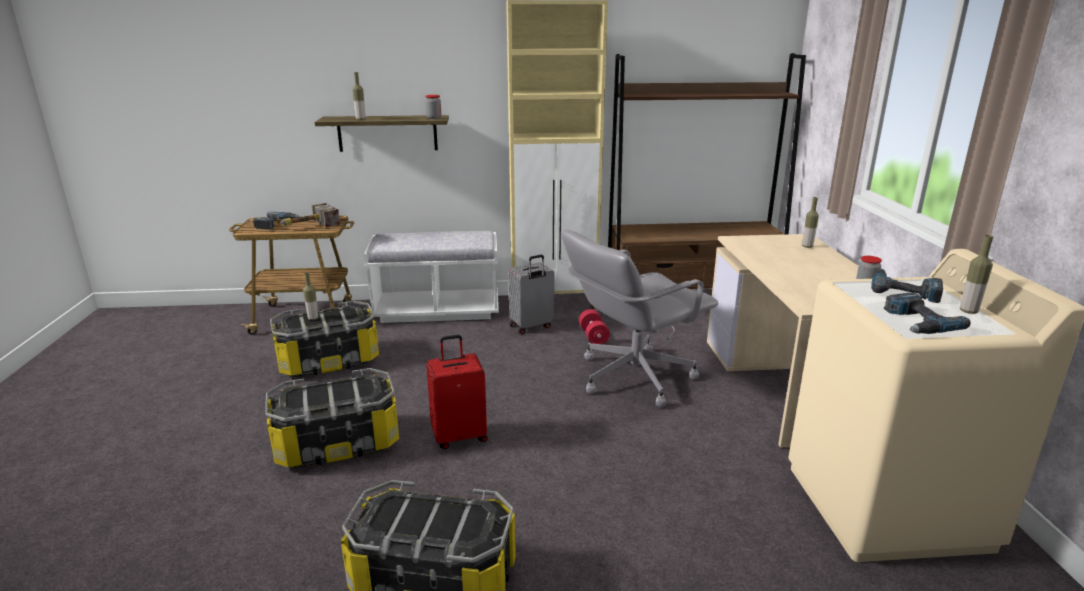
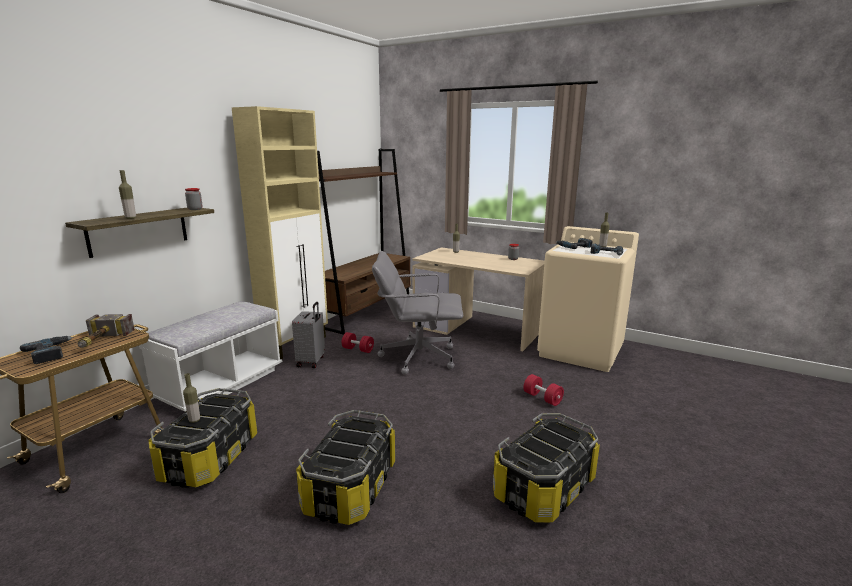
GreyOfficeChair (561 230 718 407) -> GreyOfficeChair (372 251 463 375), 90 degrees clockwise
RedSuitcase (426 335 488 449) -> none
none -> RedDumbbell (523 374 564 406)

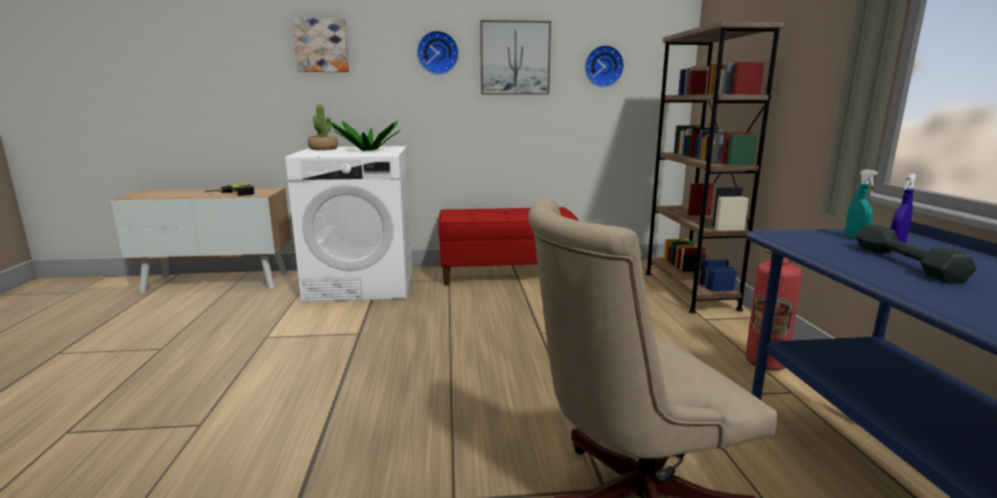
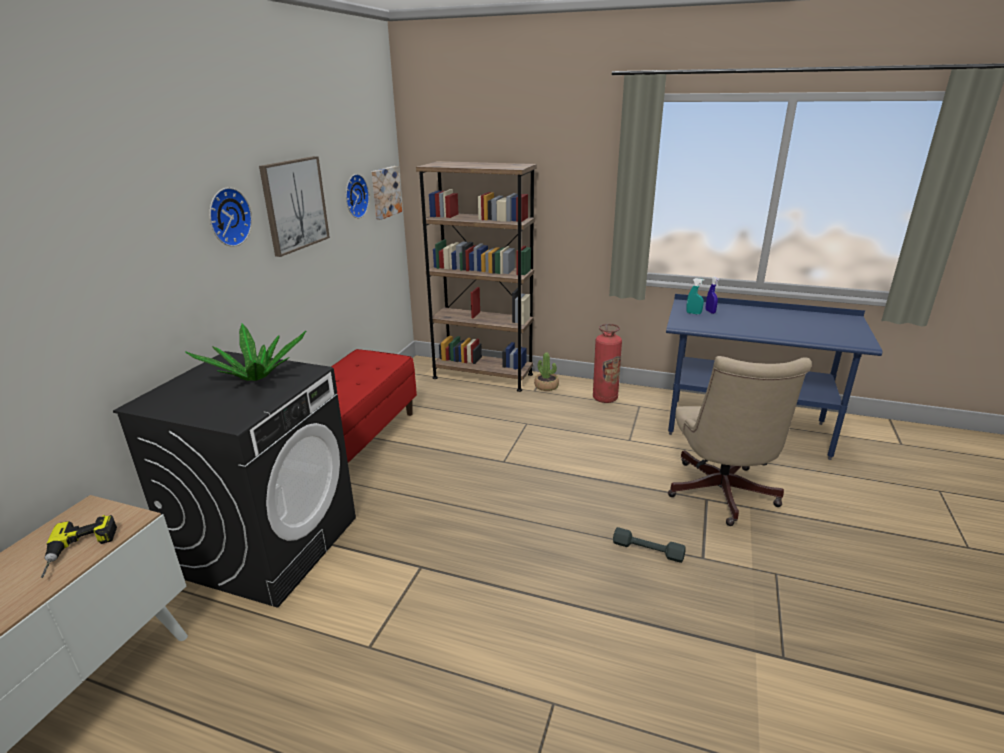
Picture (292 18 349 72) -> Picture (371 166 402 220), move
PottedPlant (308 105 338 150) -> PottedPlant (534 353 559 391), move
WhiteWashingMachine (285 146 412 302) -> BlackWashingMachine (113 351 356 608)
GreyDumbbell (856 225 977 283) -> GreyDumbbell (613 527 686 563), move

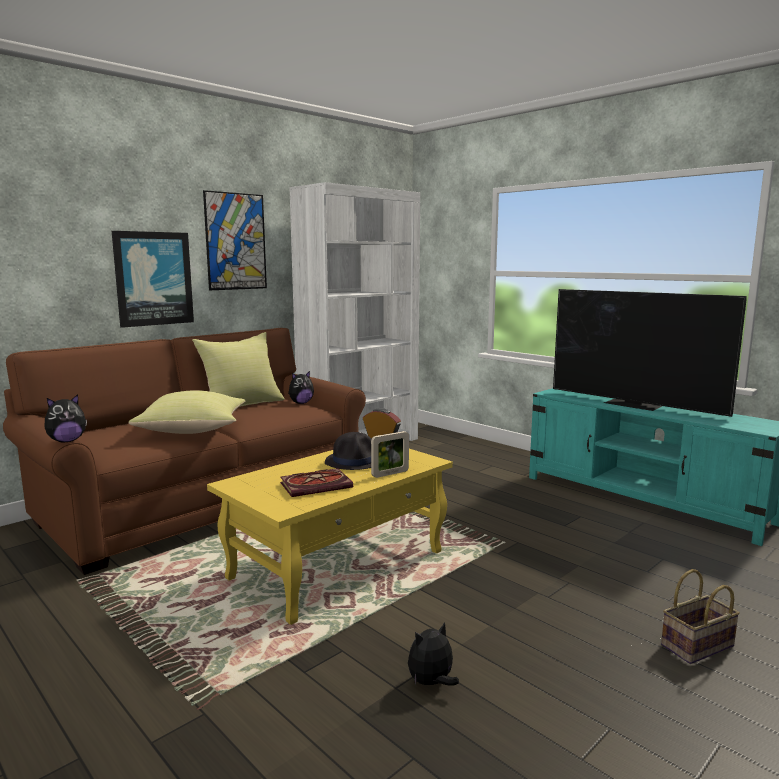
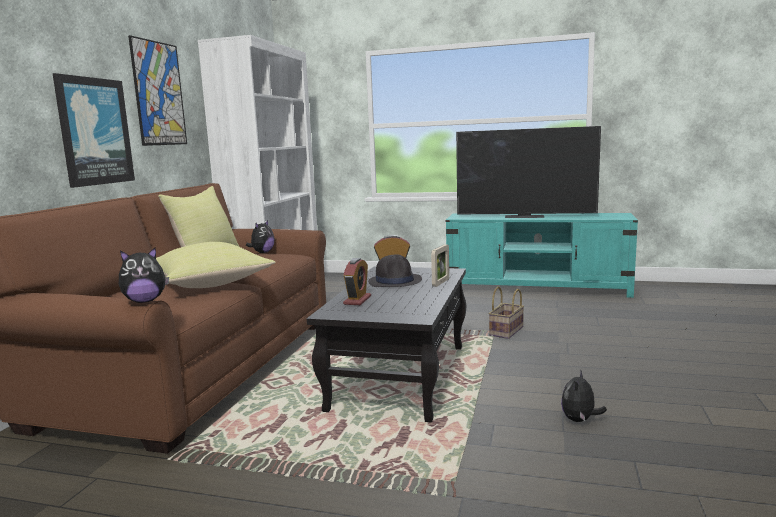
PlushToy (44 395 87 442) -> PlushToy (119 248 169 303), 45 degrees clockwise
YellowCoffeeTable (207 449 453 625) -> BlackCoffeeTable (307 266 466 422)
Book (280 468 353 497) -> none
Basket (661 569 740 664) -> Basket (488 286 524 339), move
none -> AlarmClock (343 258 371 305)

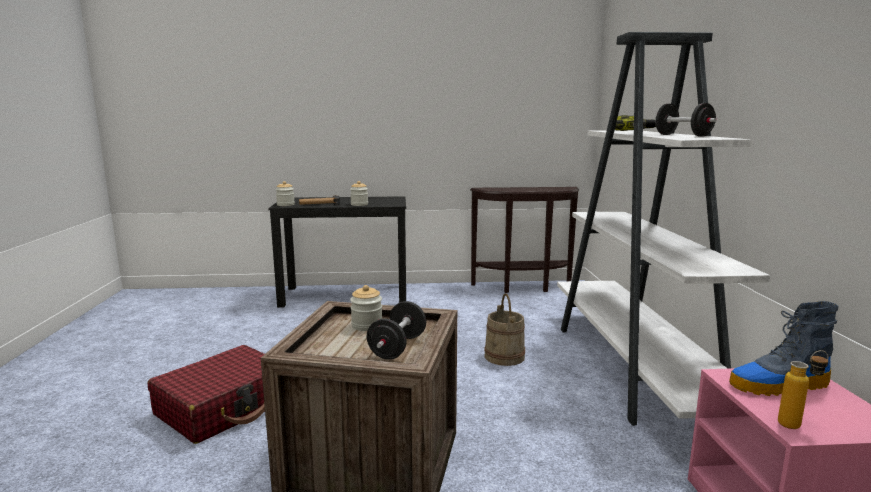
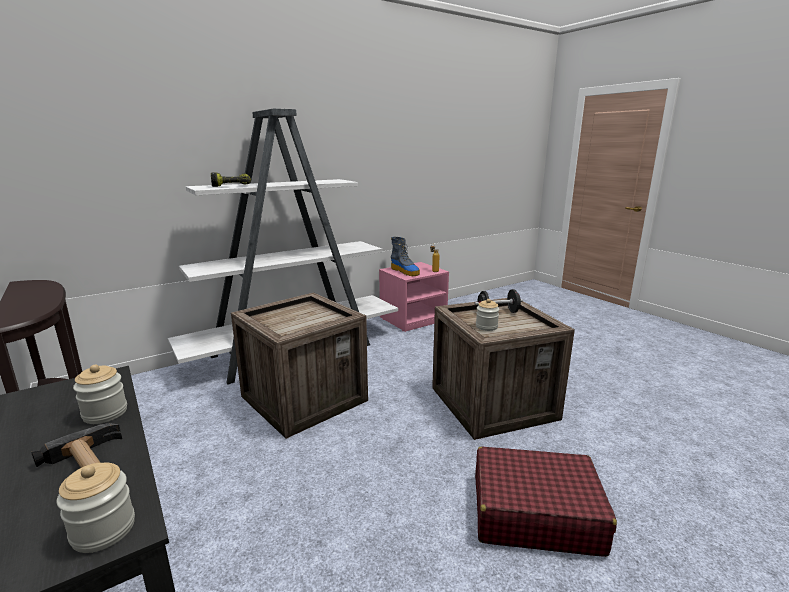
BlackDumbbell (655 103 717 137) -> none
BeigeBucket (484 293 525 366) -> Crate (231 292 368 439)

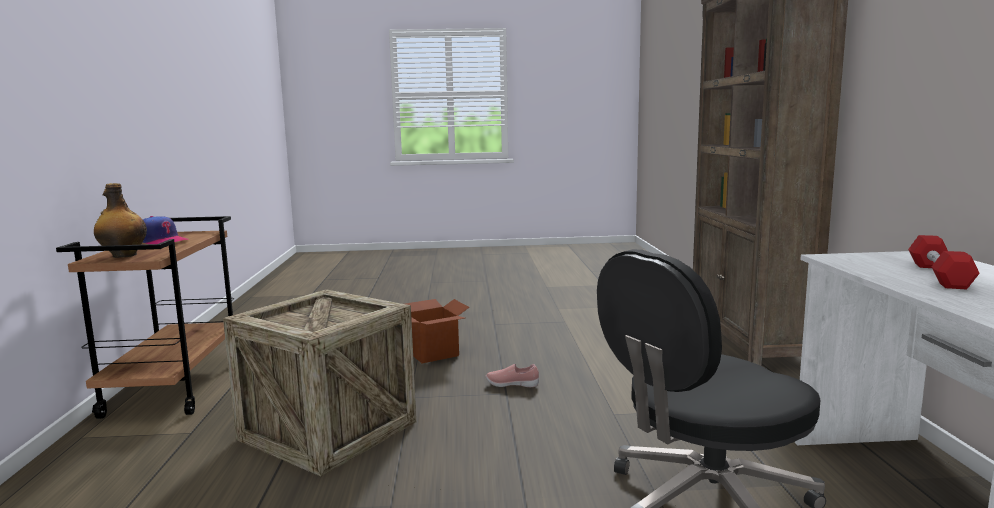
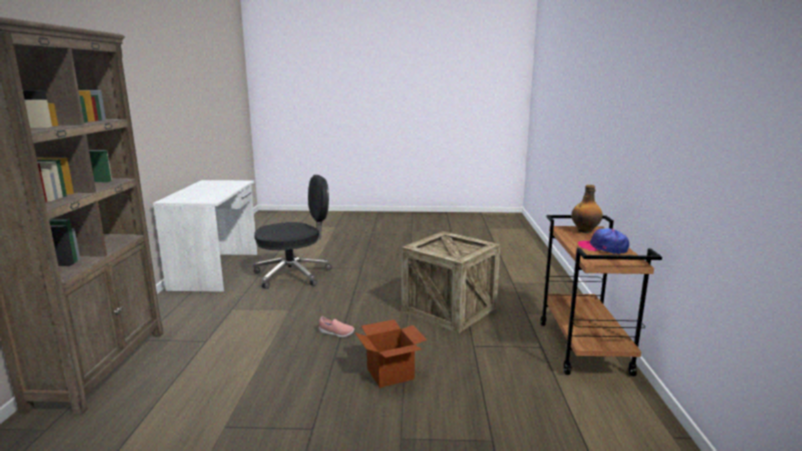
RedDumbbell (908 235 980 289) -> none

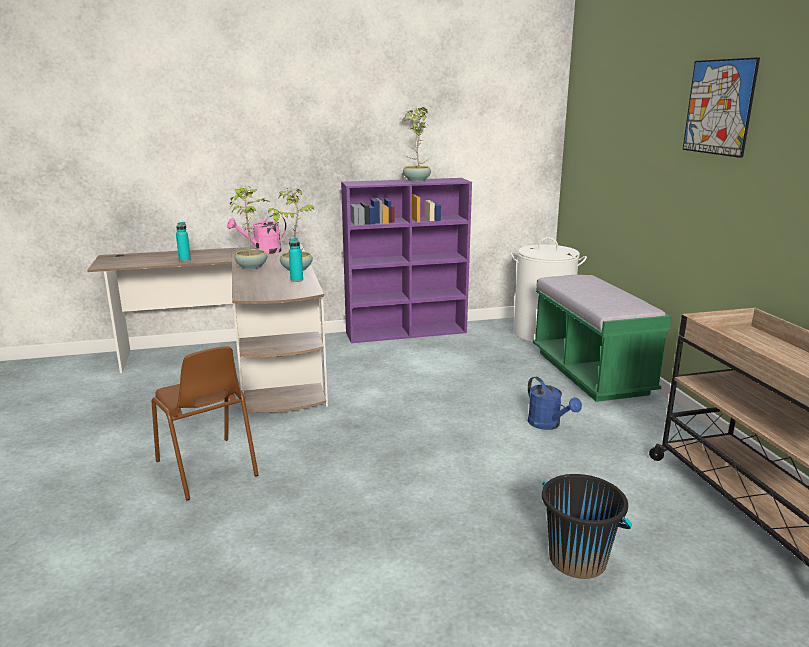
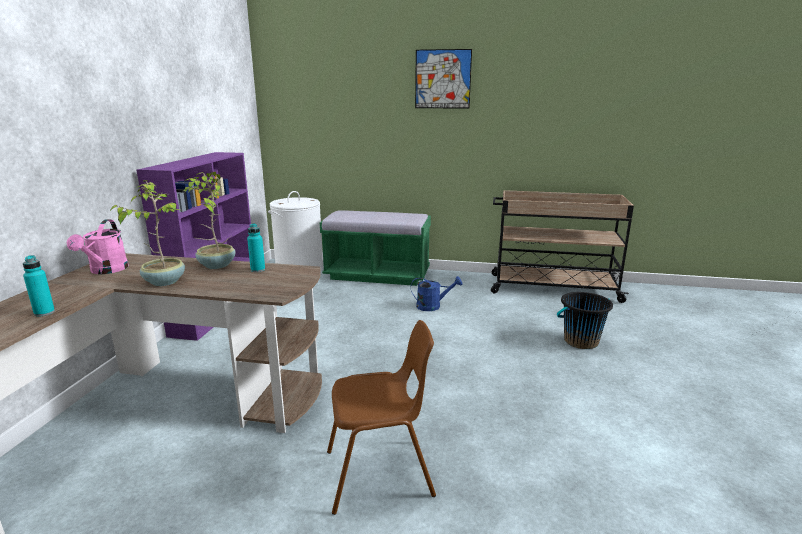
PottedPlant (402 107 431 182) -> none

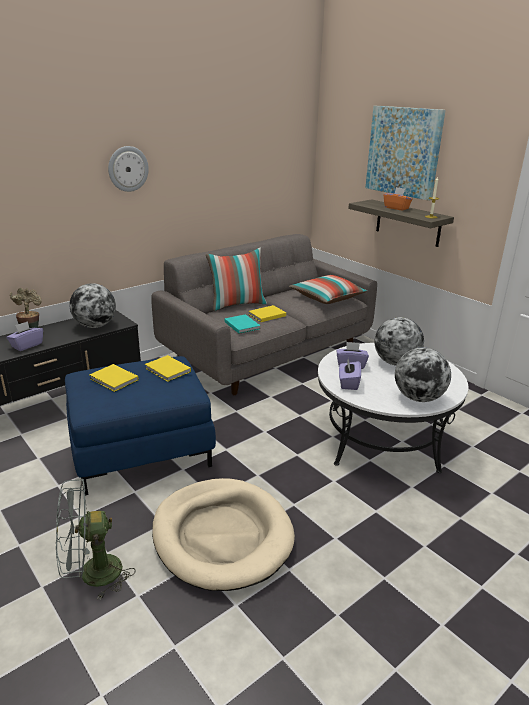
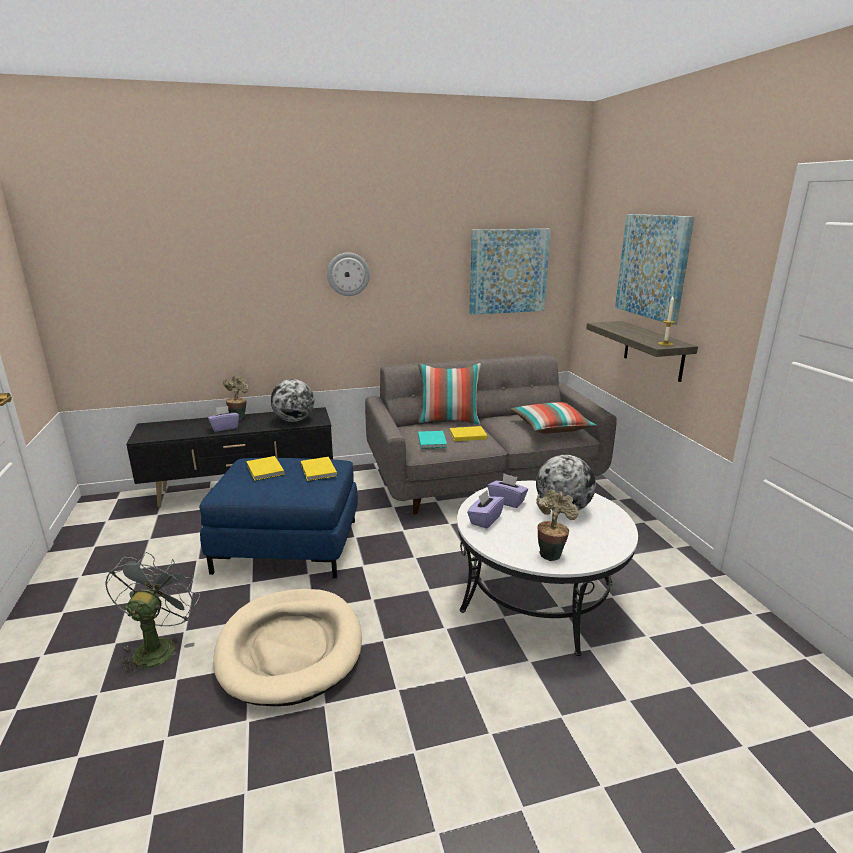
OrangeTissueBox (384 187 413 210) -> none
Globe (395 348 451 402) -> PottedPlant (537 489 579 561)
GreyFan (56 479 136 599) -> GreyFan (105 552 200 677), 90 degrees clockwise
none -> Picture (469 229 551 315)

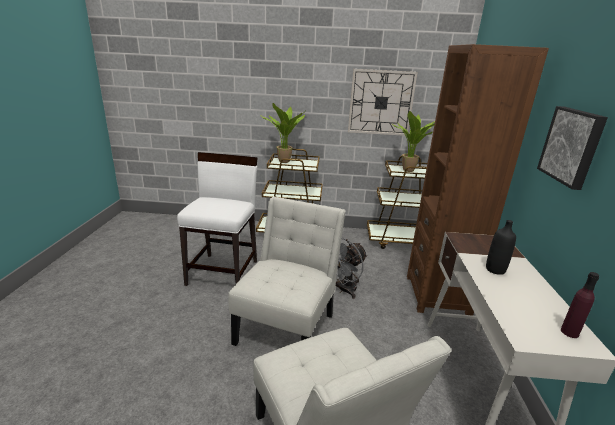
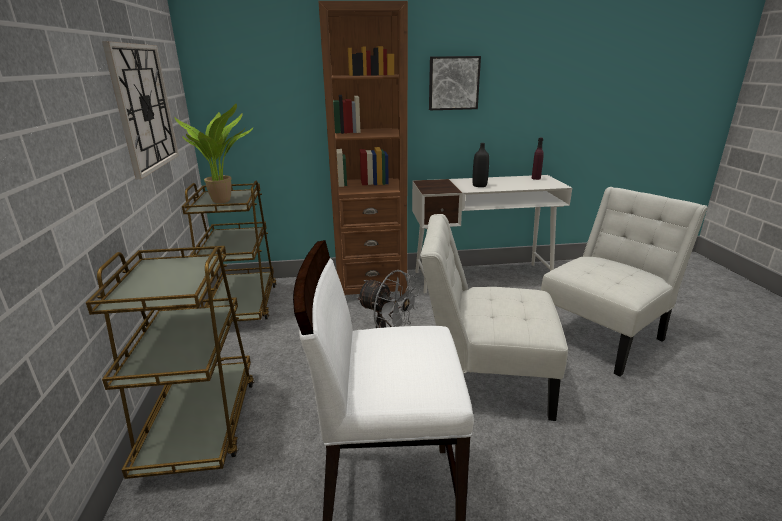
PottedPlant (260 103 305 163) -> none

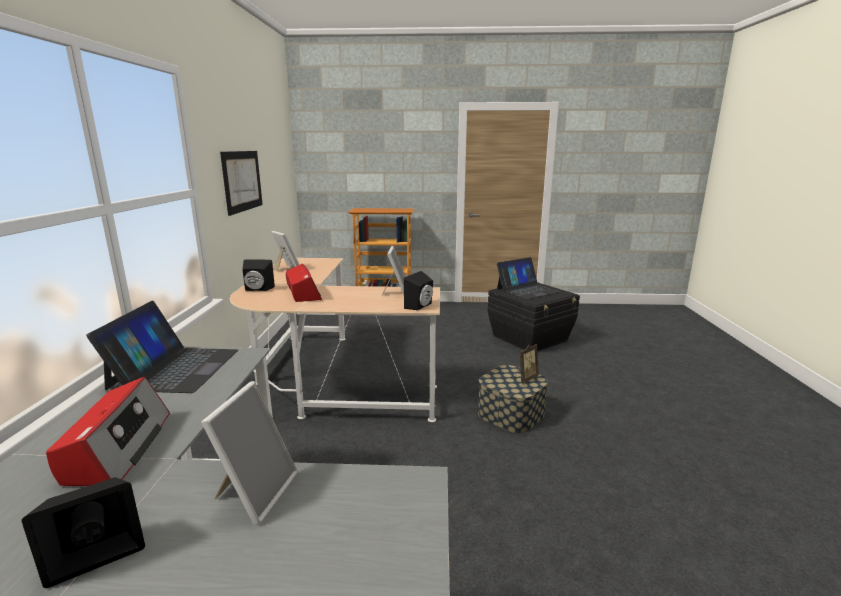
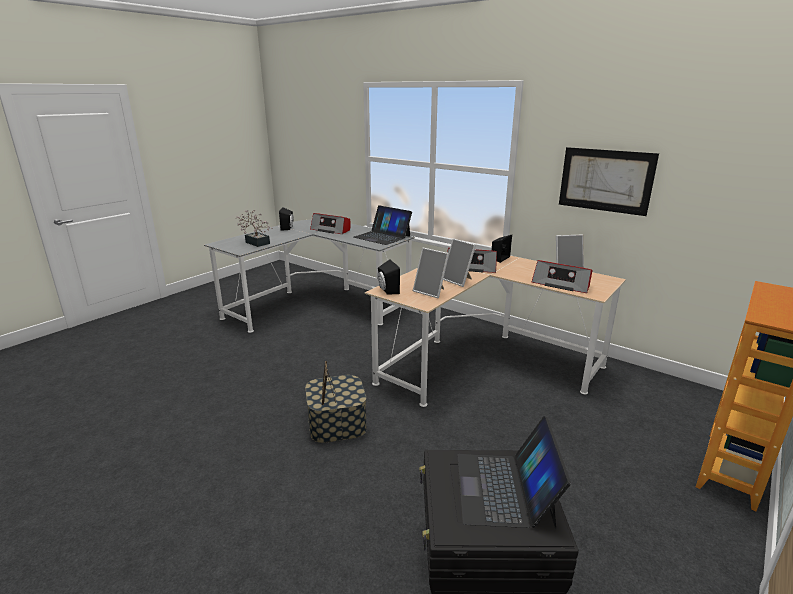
PictureFrame (201 381 298 525) -> PictureFrame (443 238 476 287), move
none -> PottedPlant (235 210 273 247)
none -> Radio (532 260 592 293)

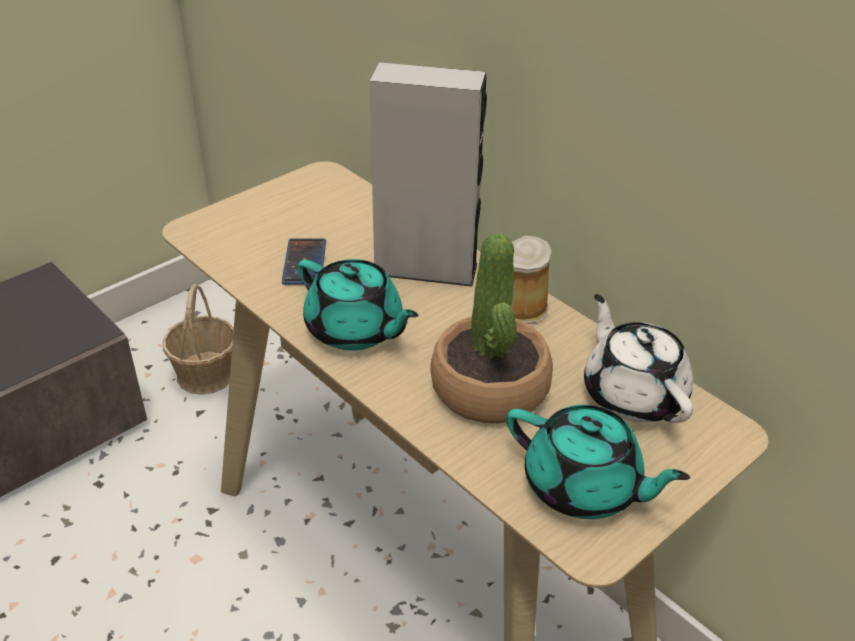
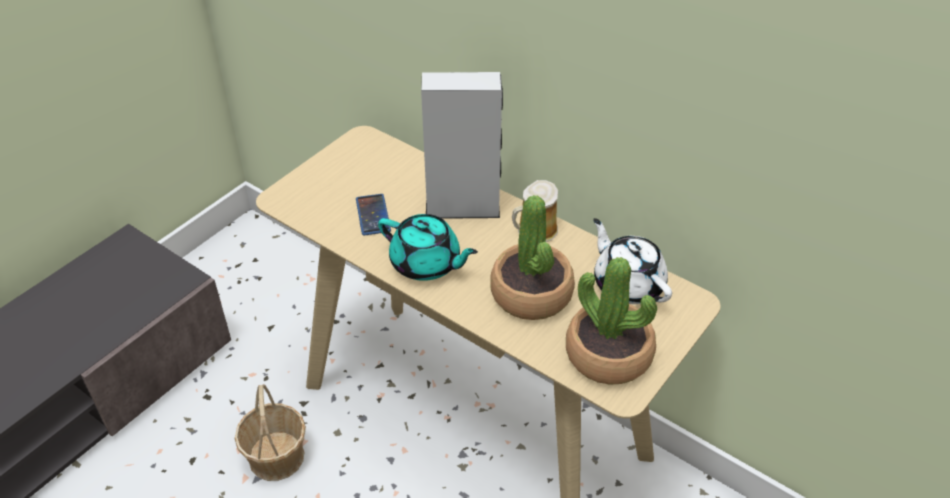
Basket (163 284 234 395) -> Basket (235 384 306 481), move
TurquoiseTeapot (506 405 690 519) -> PottedPlant (566 257 657 385)

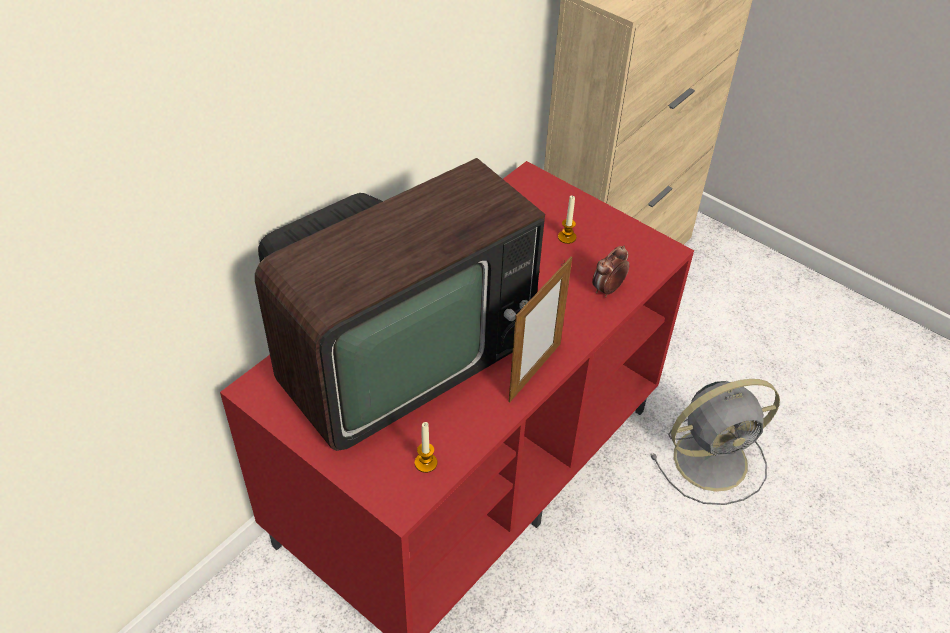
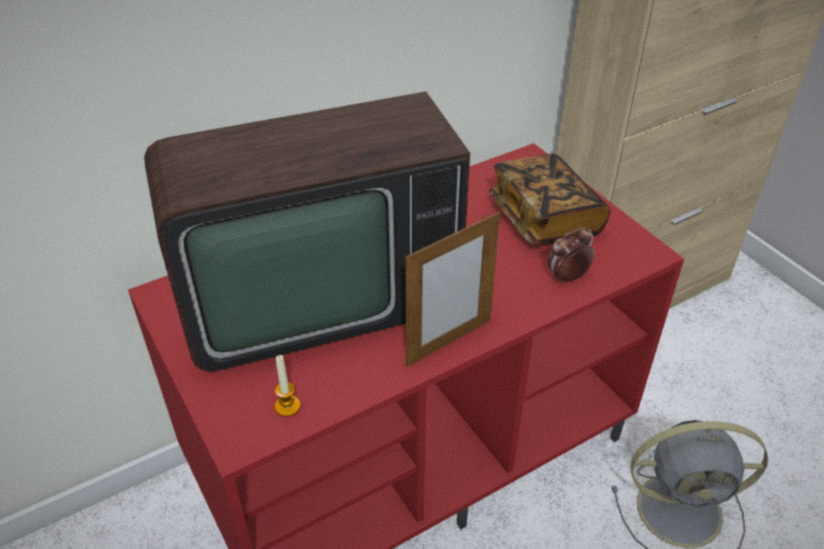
Candle (558 195 576 244) -> Book (489 154 610 246)

